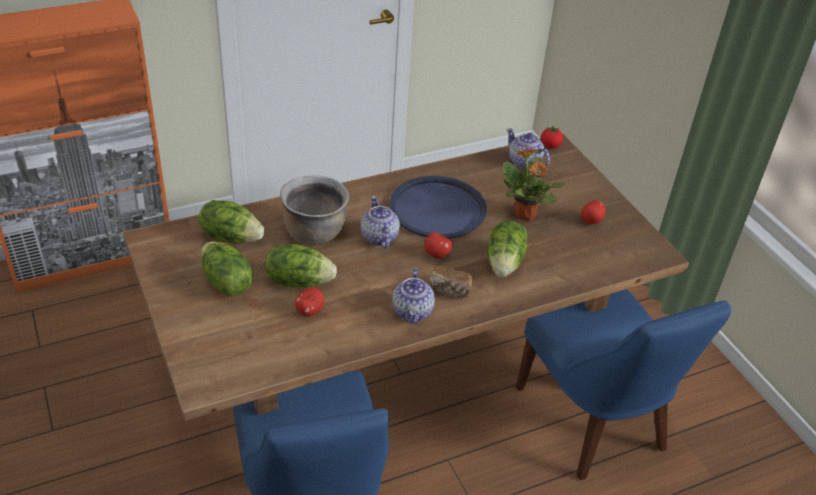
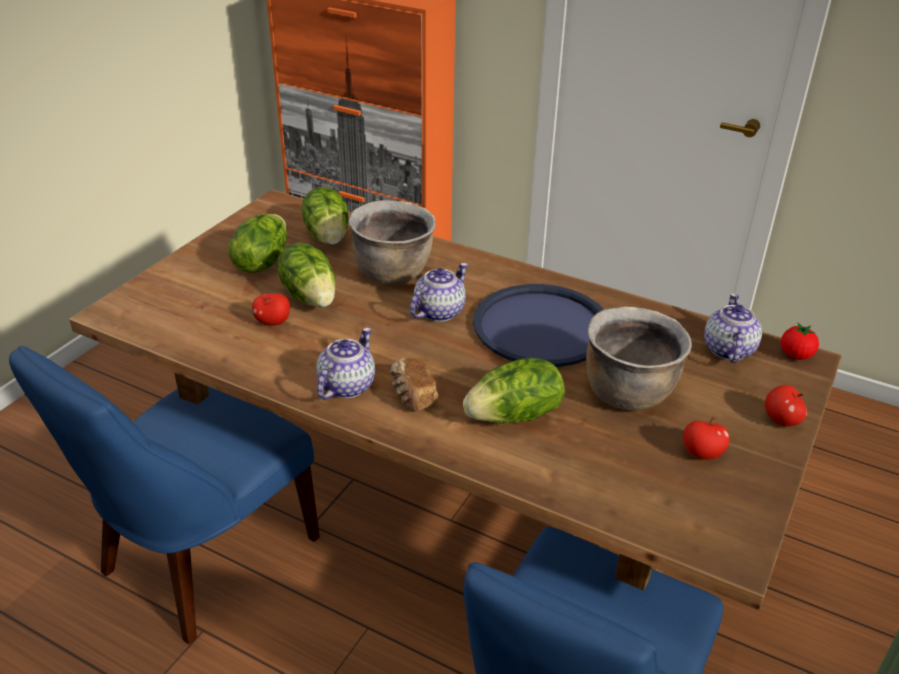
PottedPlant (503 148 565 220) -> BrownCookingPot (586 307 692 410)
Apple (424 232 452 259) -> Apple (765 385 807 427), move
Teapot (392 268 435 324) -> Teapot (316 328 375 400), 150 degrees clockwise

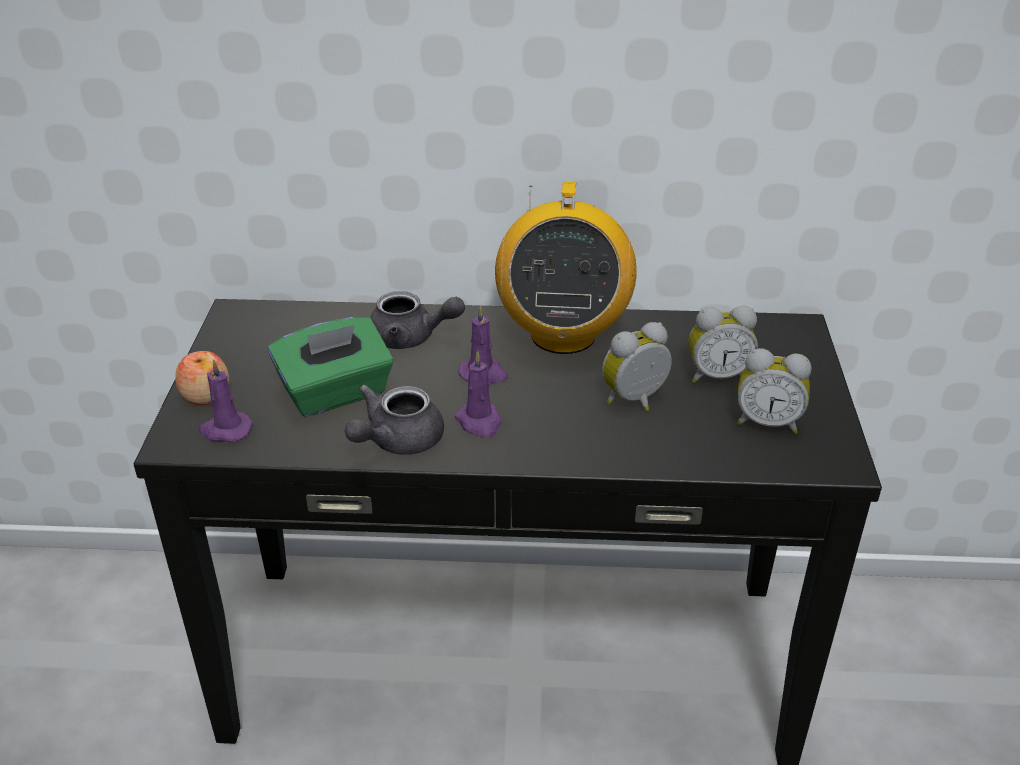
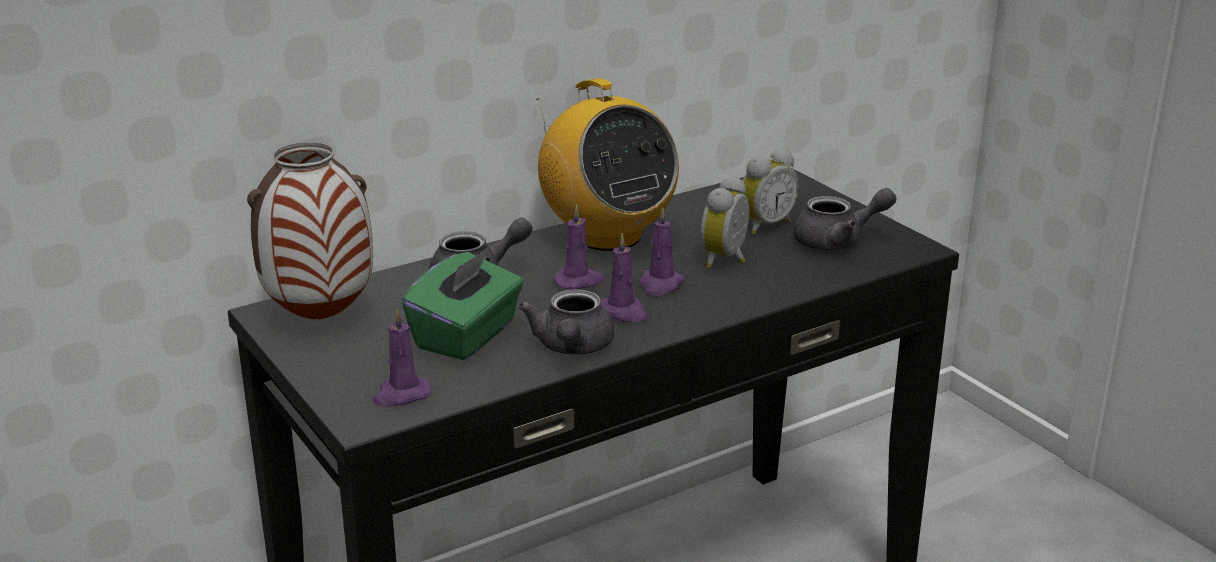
AlarmClock (737 348 812 434) -> GreyTeapot (794 188 896 251)
Apple (175 351 229 405) -> none
none -> Vase (247 143 373 320)
none -> PurpleCandle (640 207 685 296)

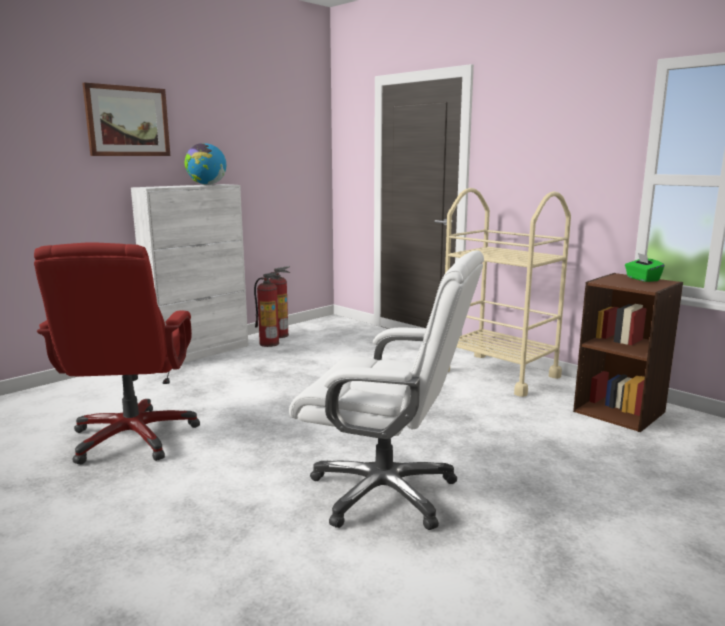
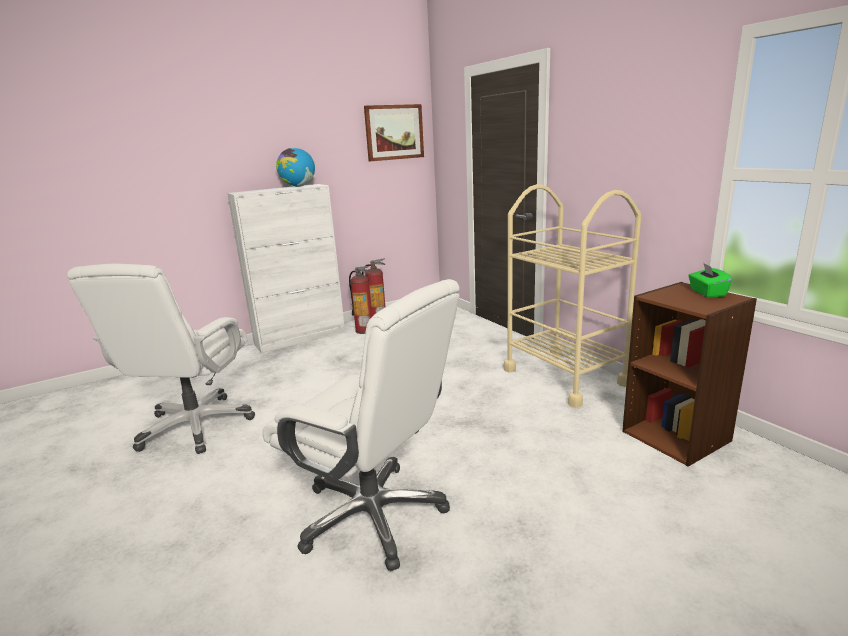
Picture (82 82 170 156) -> Picture (364 104 424 161), move
RedOfficeChair (34 242 200 464) -> WhiteOfficeChair (67 264 255 454)

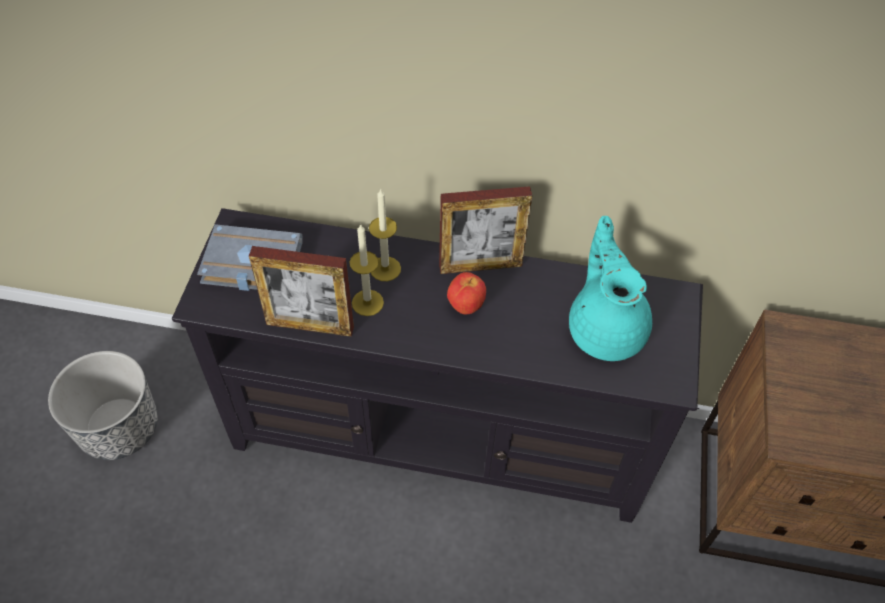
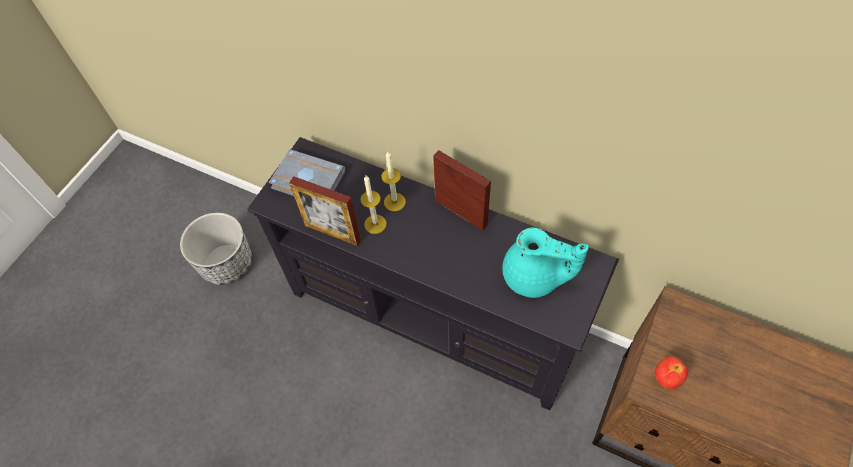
PictureFrame (439 186 532 274) -> PictureFrame (433 150 491 231), 150 degrees counterclockwise
TurquoiseTeapot (569 216 652 361) -> TurquoiseTeapot (502 228 589 298), 105 degrees clockwise
Apple (447 272 486 314) -> Apple (654 356 688 389), move

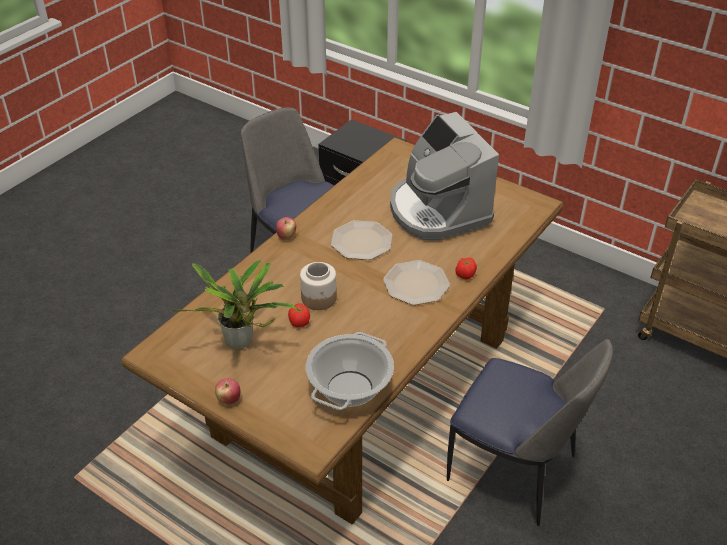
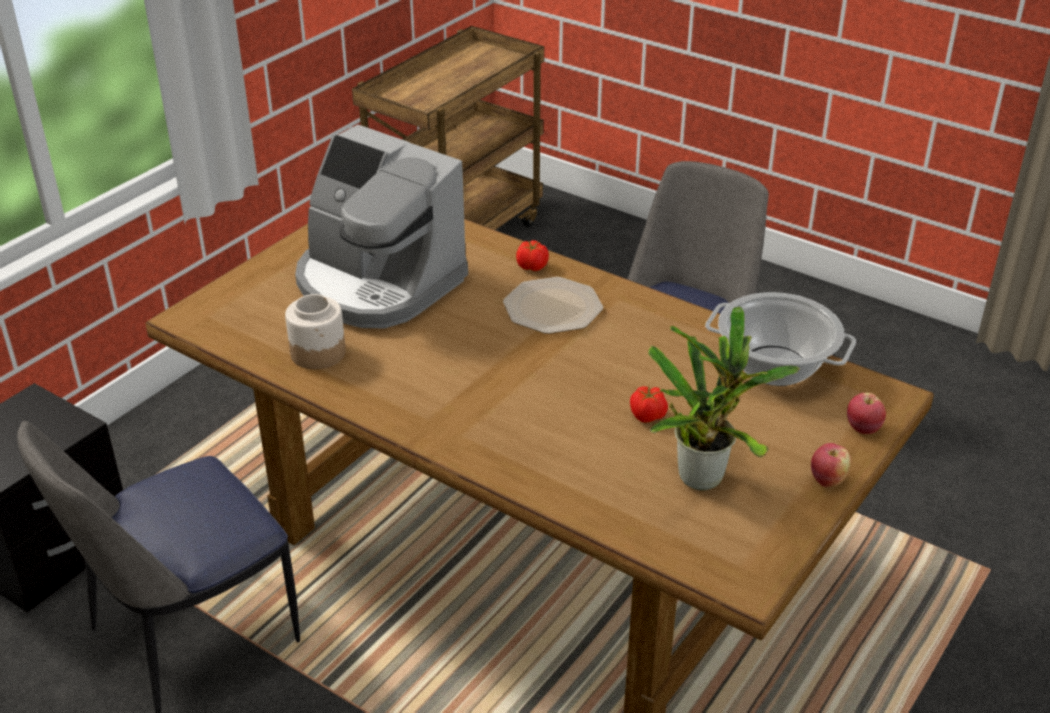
CoffeeMachine (390 112 499 240) -> CoffeeMachine (295 125 468 328), 60 degrees clockwise
Apple (276 217 296 240) -> Apple (847 393 886 434), move
Plate (331 220 392 260) -> none
Jar (300 262 337 310) -> Jar (285 294 346 369), move

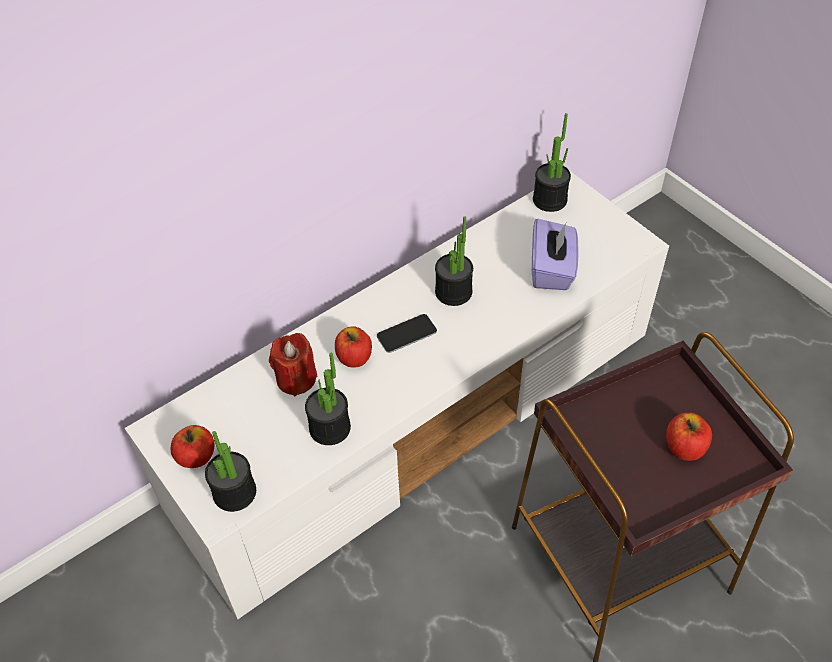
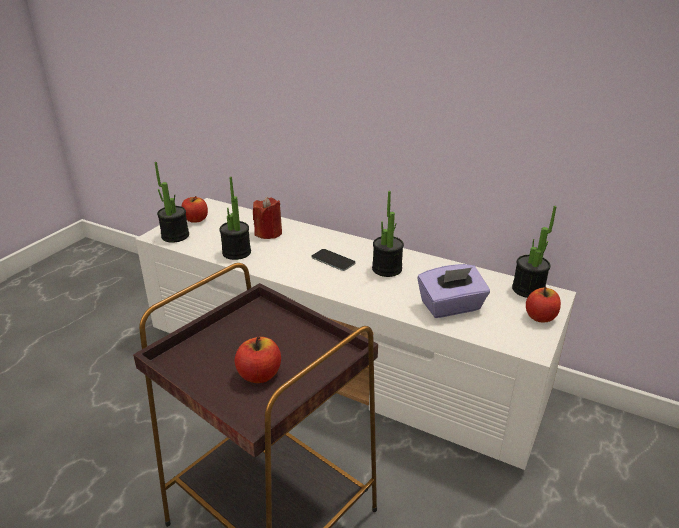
Apple (335 326 372 368) -> Apple (526 287 561 322), move

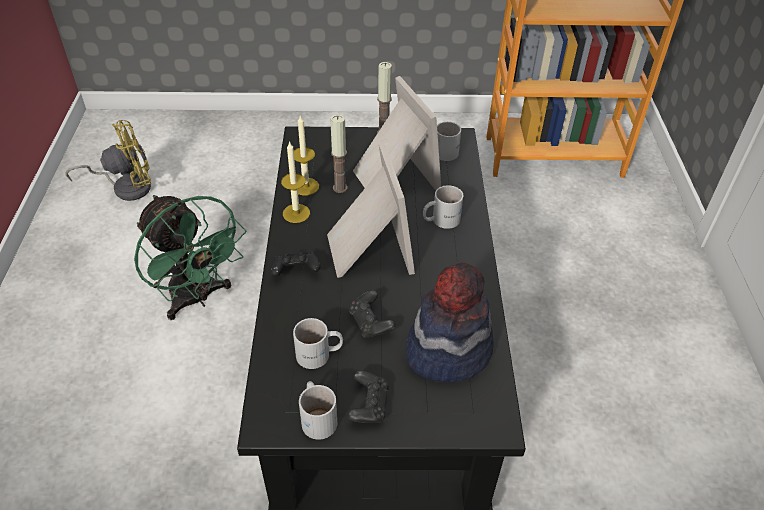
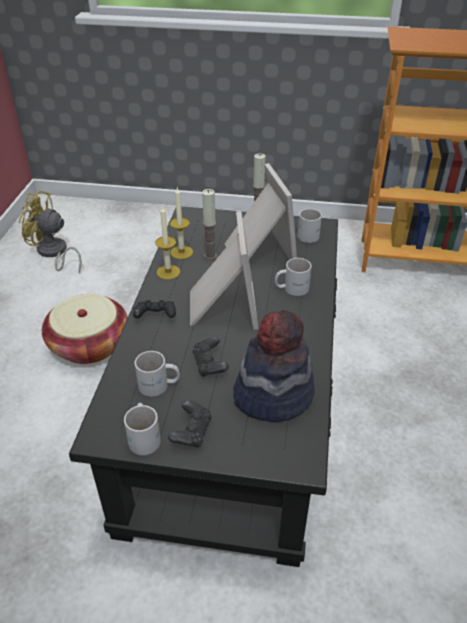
YellowFan (65 120 151 201) -> YellowFan (19 191 82 273), 150 degrees counterclockwise
GreenFan (134 195 246 320) -> Basket (42 294 128 364)

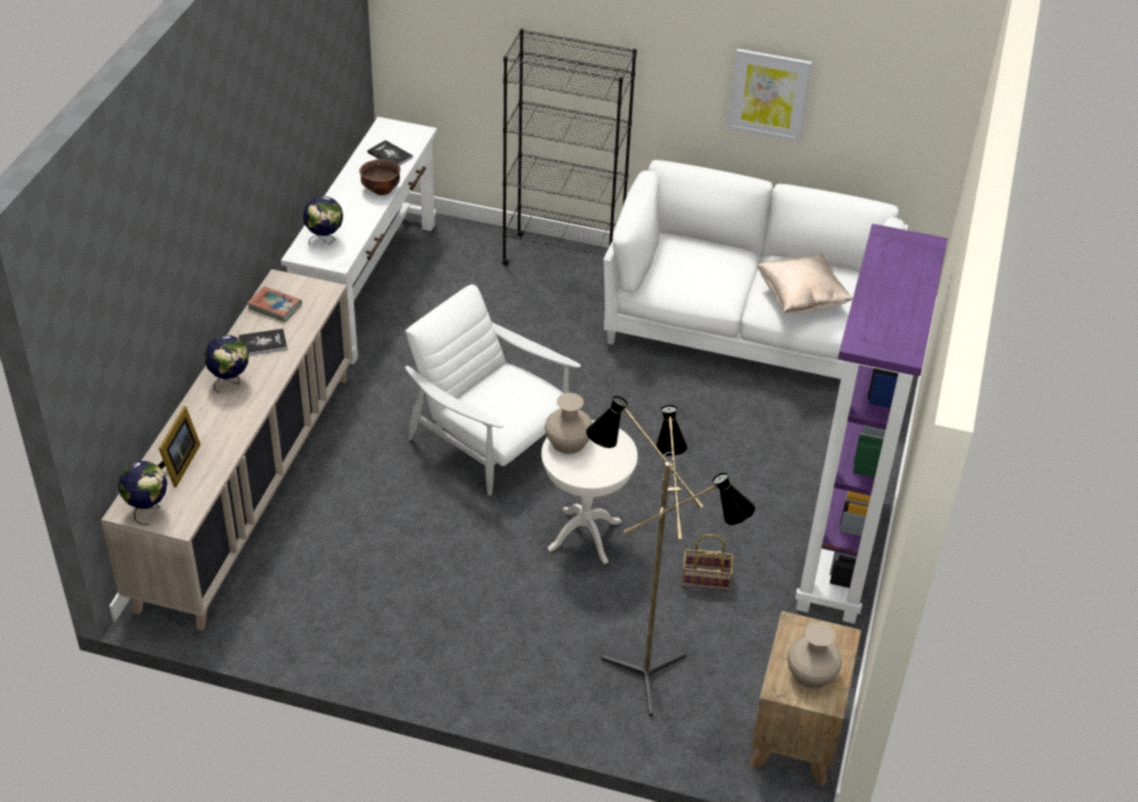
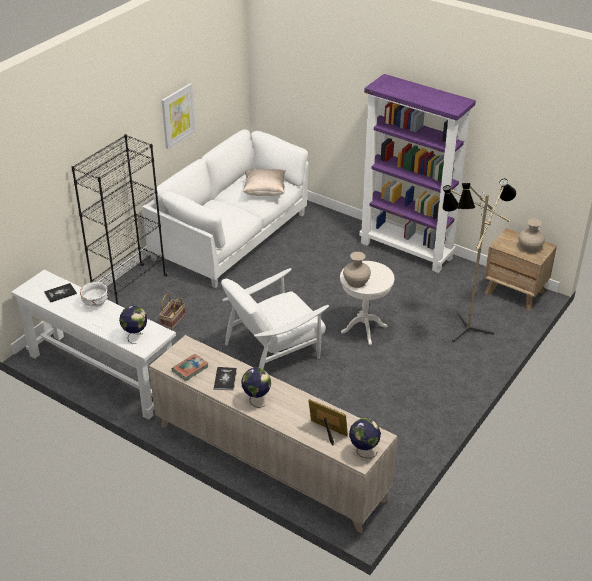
BrownBowl (359 159 400 195) -> WhiteBowl (80 282 108 307)
Basket (682 534 733 591) -> Basket (159 294 185 330), move

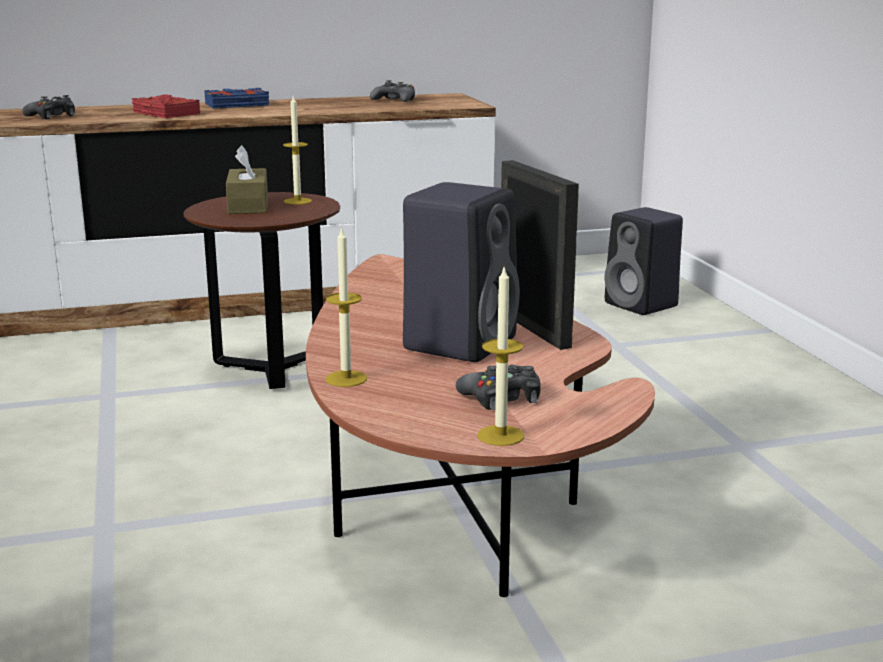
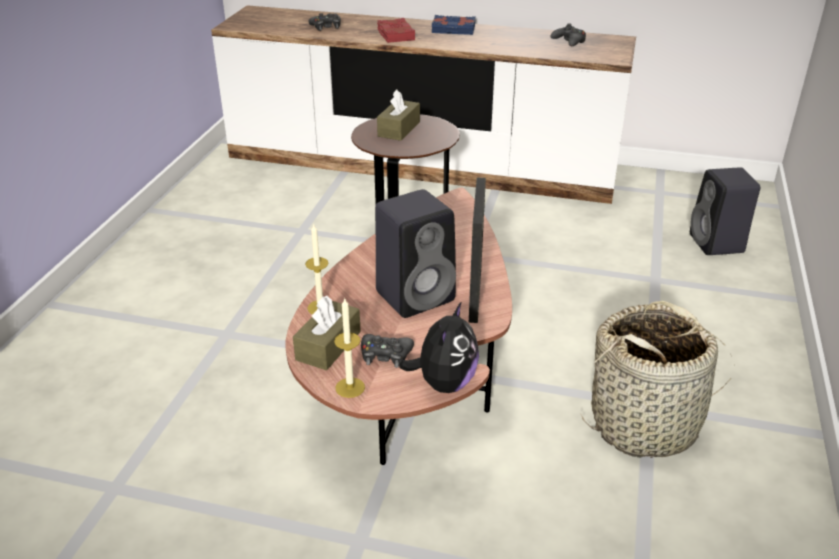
Candle (283 96 312 205) -> none
none -> BrownTissueBox (293 296 361 370)
none -> PlushToy (399 301 479 393)
none -> Basket (581 301 731 458)

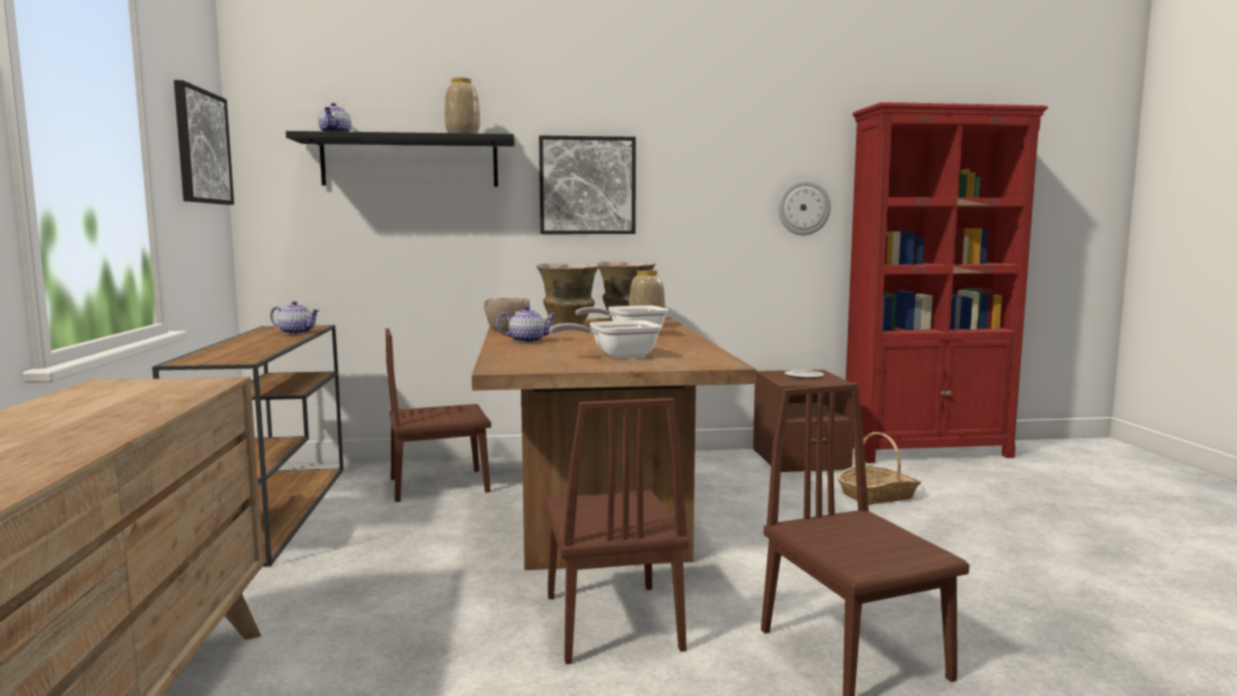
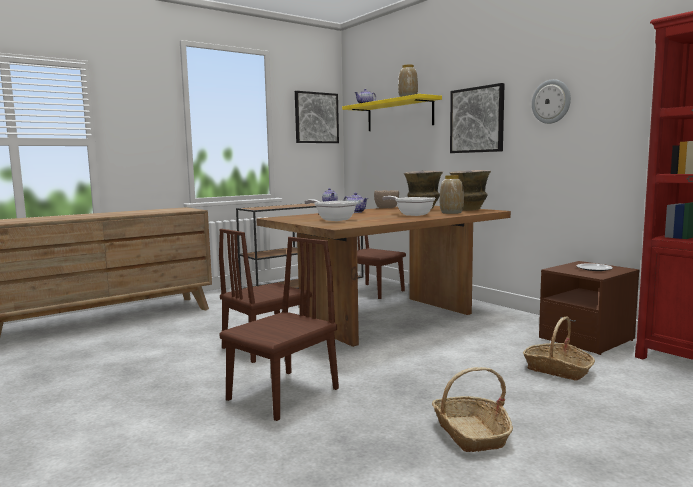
BlackShelf (286 131 514 187) -> YellowShelf (342 94 442 131)
WallClock (778 180 831 235) -> WallClock (532 79 571 124), move
none -> Basket (432 367 513 452)

